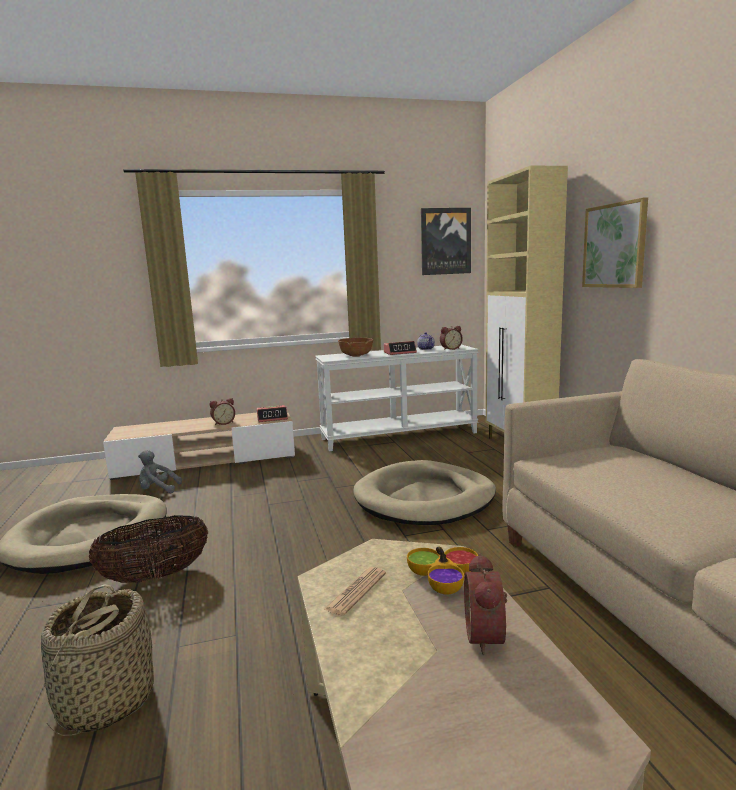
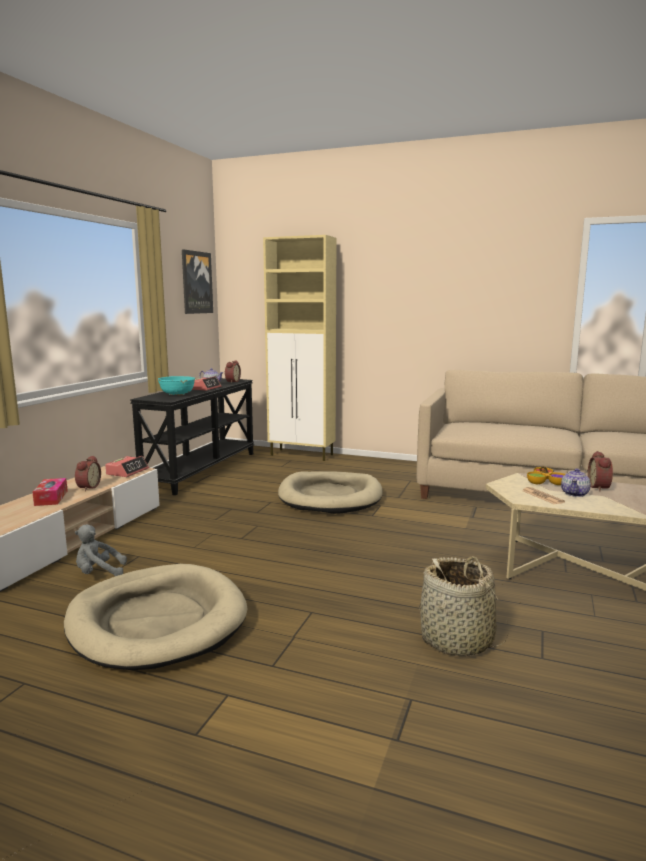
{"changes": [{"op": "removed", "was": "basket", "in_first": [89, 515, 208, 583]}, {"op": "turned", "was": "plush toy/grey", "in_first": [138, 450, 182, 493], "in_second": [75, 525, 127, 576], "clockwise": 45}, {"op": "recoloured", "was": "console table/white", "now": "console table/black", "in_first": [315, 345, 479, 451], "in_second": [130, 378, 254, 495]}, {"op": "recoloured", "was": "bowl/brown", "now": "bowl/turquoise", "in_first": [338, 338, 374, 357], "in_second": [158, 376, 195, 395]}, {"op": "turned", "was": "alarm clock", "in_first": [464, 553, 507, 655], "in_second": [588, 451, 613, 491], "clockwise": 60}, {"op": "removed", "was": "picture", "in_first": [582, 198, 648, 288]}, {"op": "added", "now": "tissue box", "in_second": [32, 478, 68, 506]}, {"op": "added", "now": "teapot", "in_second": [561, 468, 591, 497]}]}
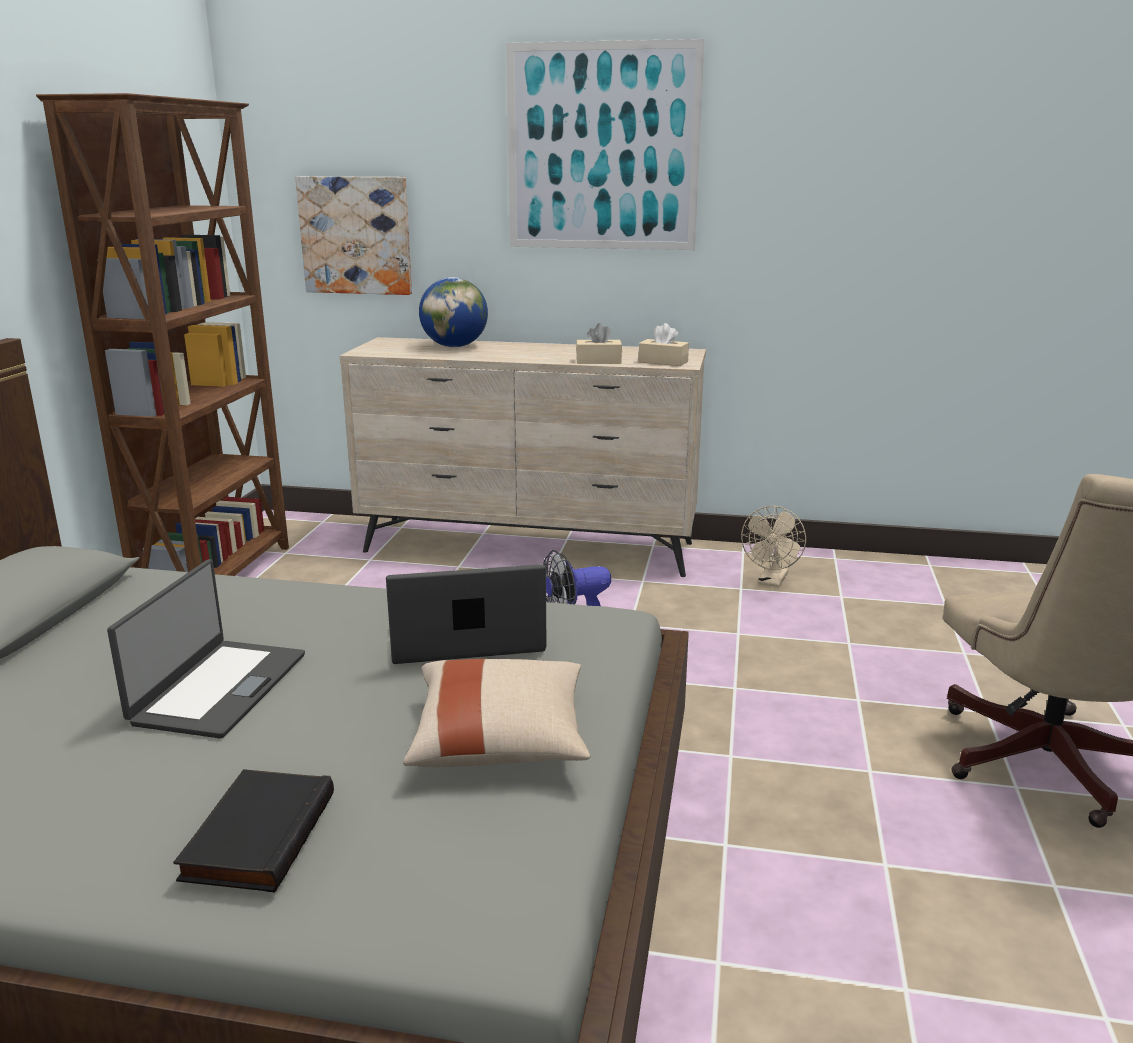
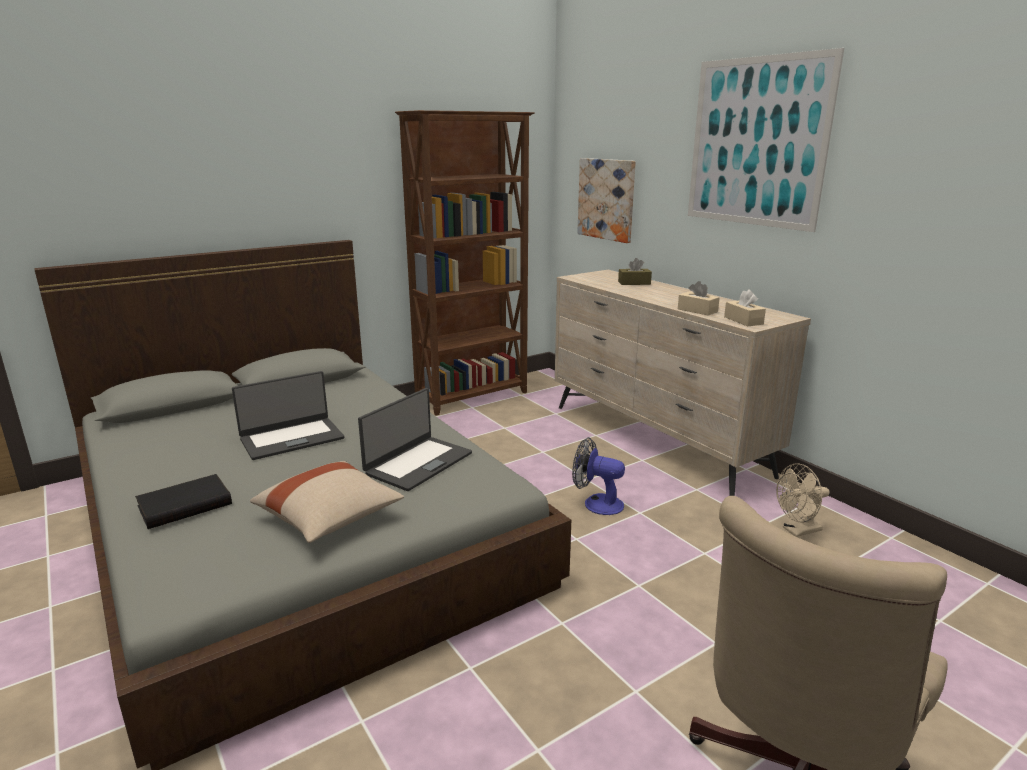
{"changes": [{"op": "turned", "was": "laptop", "in_first": [386, 564, 547, 664], "in_second": [358, 388, 472, 491], "clockwise": 90}, {"op": "replaced", "was": "globe", "now": "tissue box/brown", "in_first": [419, 277, 488, 347], "in_second": [618, 258, 652, 285]}]}
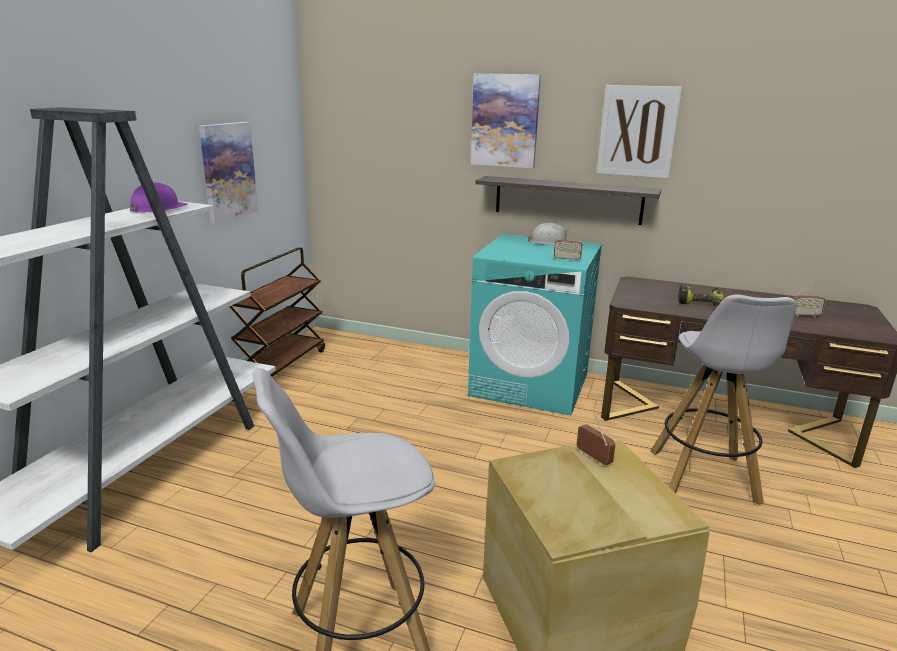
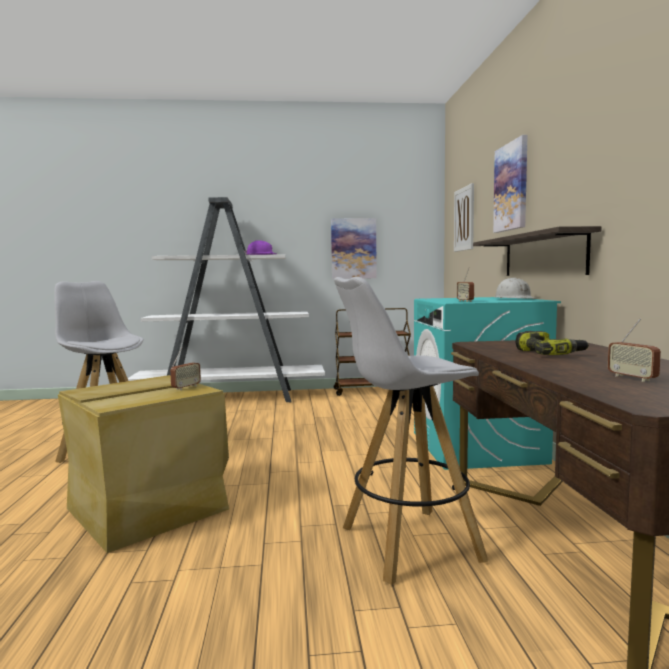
{"changes": [{"op": "moved", "was": "picture", "in_first": [597, 85, 682, 179], "in_second": [454, 183, 474, 252]}]}
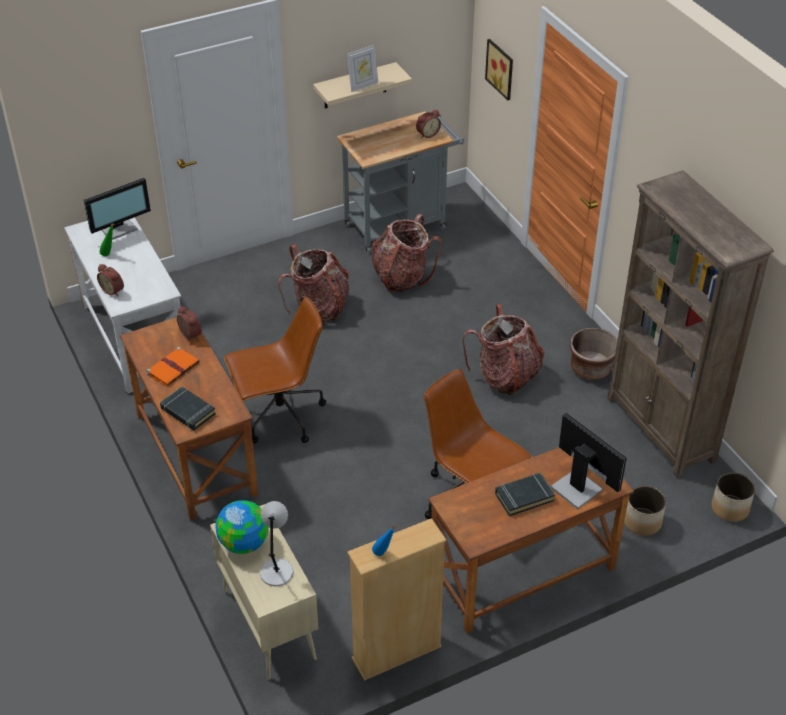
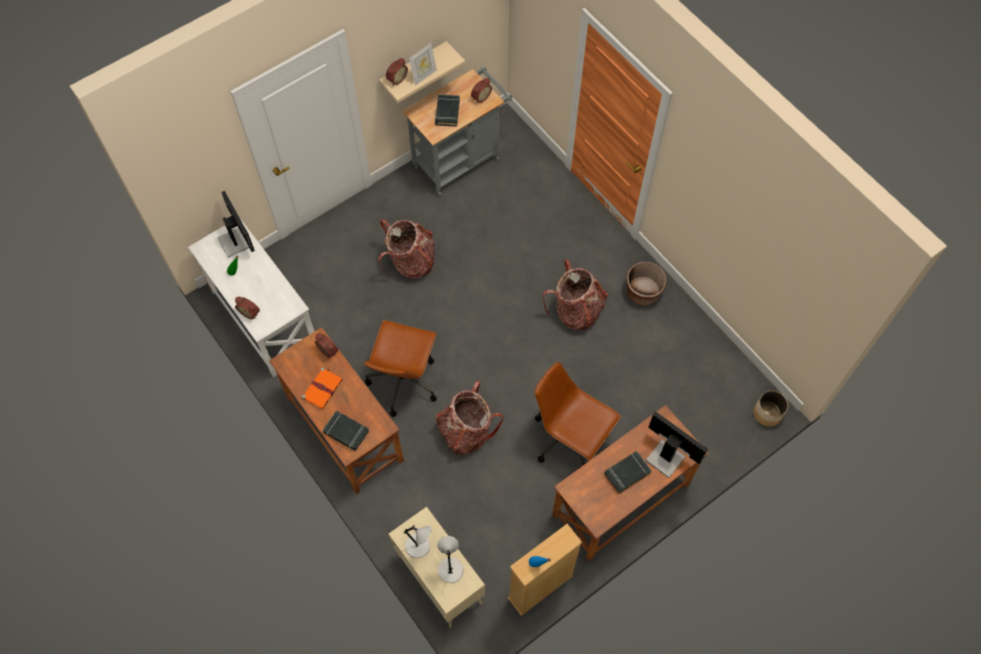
{"changes": [{"op": "turned", "was": "monitor", "in_first": [84, 177, 151, 240], "in_second": [217, 191, 255, 258], "clockwise": -75}, {"op": "replaced", "was": "globe", "now": "table lamp/grey", "in_first": [215, 500, 269, 554], "in_second": [404, 525, 431, 558]}, {"op": "turned", "was": "office chair/brown", "in_first": [224, 297, 326, 444], "in_second": [364, 320, 437, 417], "clockwise": 135}, {"op": "moved", "was": "backpack", "in_first": [372, 214, 442, 292], "in_second": [436, 380, 503, 455]}, {"op": "removed", "was": "picture", "in_first": [485, 39, 513, 100]}, {"op": "removed", "was": "bookcase/brown", "in_first": [607, 170, 774, 478]}, {"op": "removed", "was": "planter", "in_first": [624, 486, 666, 536]}, {"op": "added", "now": "alarm clock", "in_second": [386, 58, 408, 85]}, {"op": "added", "now": "book/black", "in_second": [435, 94, 460, 127]}]}
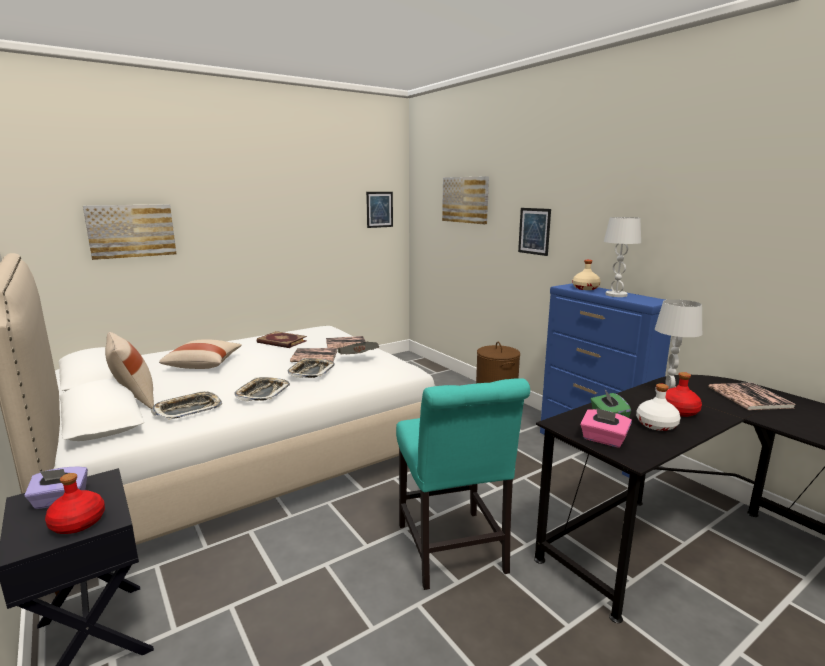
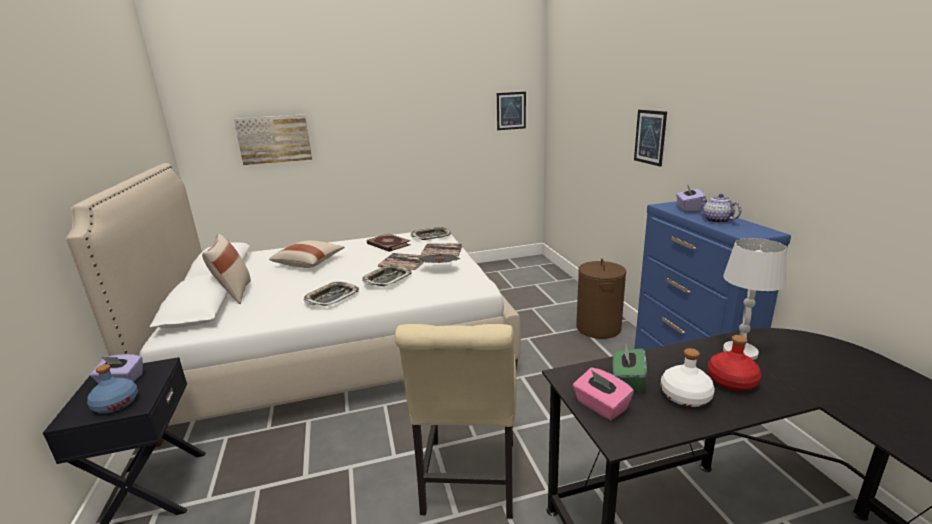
{"changes": [{"op": "recoloured", "was": "bottle/red", "now": "bottle/blue", "in_first": [45, 473, 105, 534], "in_second": [87, 364, 138, 413]}, {"op": "moved", "was": "tray", "in_first": [151, 391, 222, 420], "in_second": [410, 227, 451, 240]}, {"op": "recoloured", "was": "chair/turquoise", "now": "chair/beige", "in_first": [396, 378, 530, 590], "in_second": [395, 324, 516, 519]}, {"op": "removed", "was": "picture", "in_first": [442, 176, 489, 224]}, {"op": "replaced", "was": "bottle/beige", "now": "tissue box/purple", "in_first": [572, 260, 601, 290], "in_second": [676, 184, 705, 212]}, {"op": "replaced", "was": "table lamp/white", "now": "teapot", "in_first": [604, 217, 641, 297], "in_second": [700, 194, 742, 223]}, {"op": "removed", "was": "book", "in_first": [708, 382, 796, 410]}]}
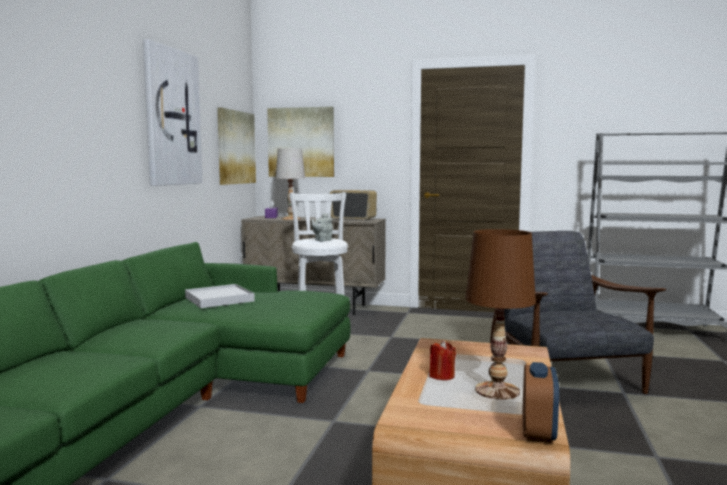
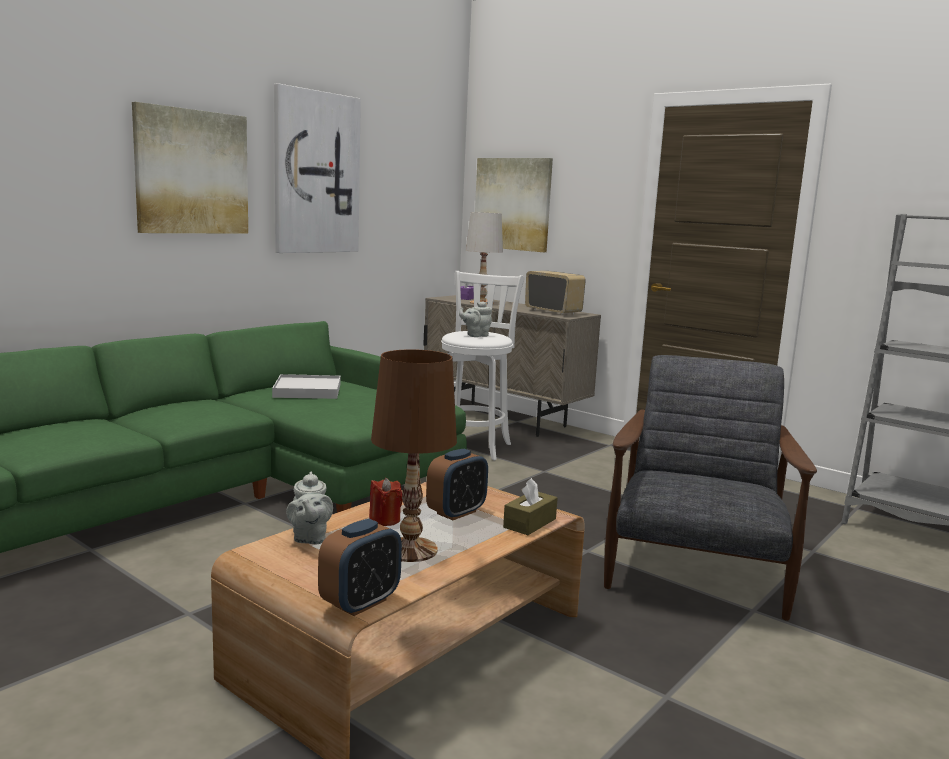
{"changes": [{"op": "moved", "was": "picture", "in_first": [217, 107, 256, 185], "in_second": [132, 102, 248, 234]}, {"op": "added", "now": "teapot/grey", "in_second": [286, 471, 333, 544]}, {"op": "added", "now": "alarm clock", "in_second": [426, 449, 488, 520]}, {"op": "added", "now": "tissue box/brown", "in_second": [503, 478, 558, 535]}]}
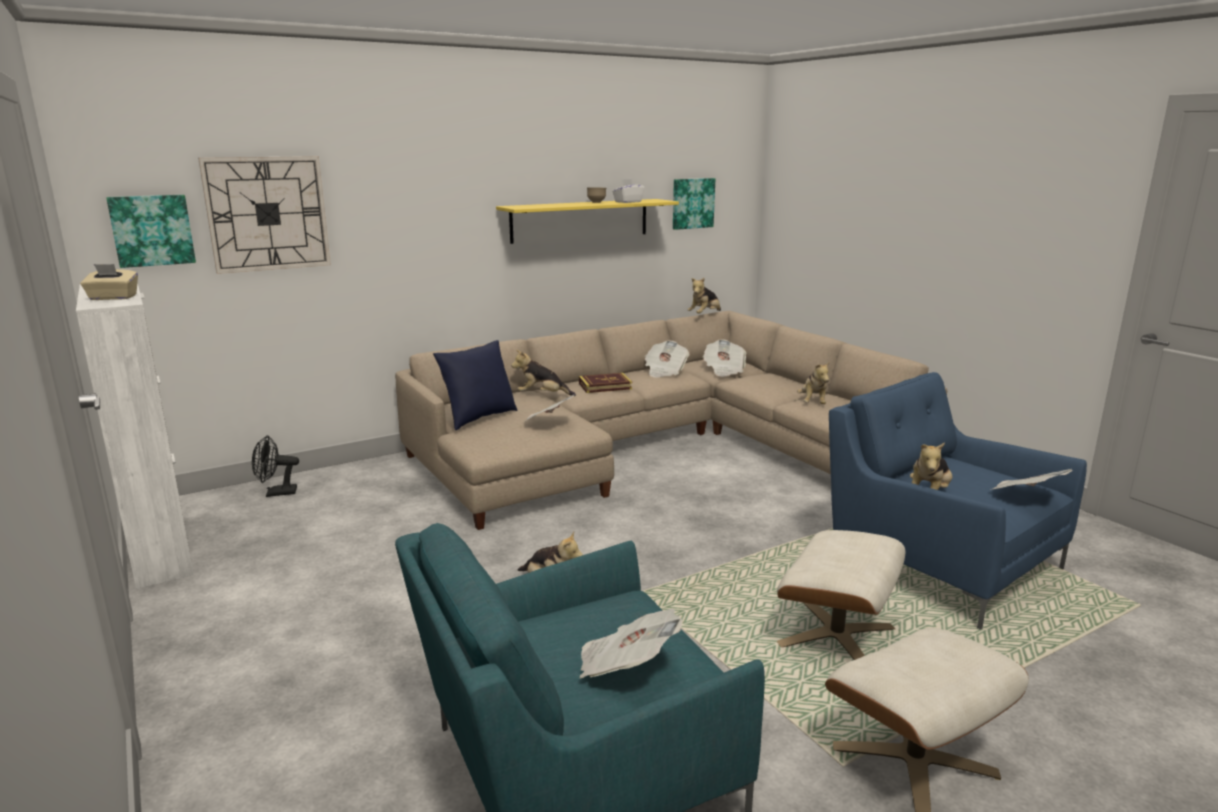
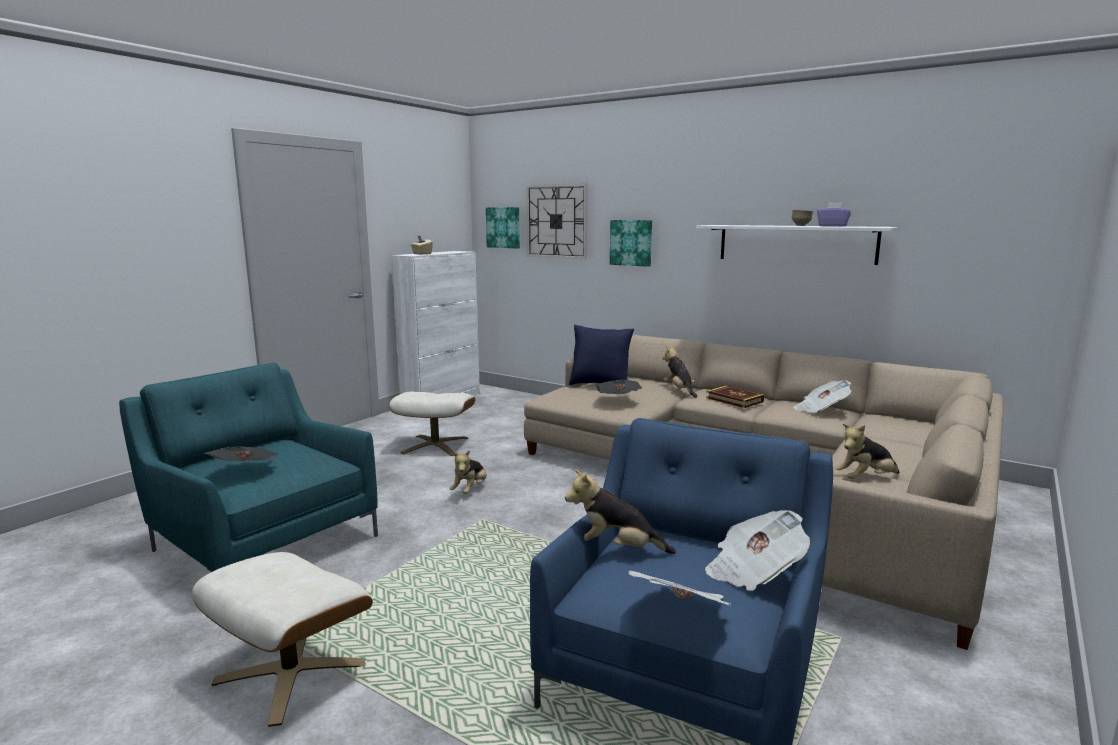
{"changes": [{"op": "removed", "was": "fan/black", "in_first": [252, 435, 299, 497]}, {"op": "recoloured", "was": "shelf/yellow", "now": "shelf/white", "in_first": [496, 199, 679, 244], "in_second": [696, 225, 898, 265]}, {"op": "recoloured", "was": "tissue box/white", "now": "tissue box/purple", "in_first": [612, 179, 644, 203], "in_second": [817, 202, 851, 227]}, {"op": "moved", "was": "picture", "in_first": [673, 178, 715, 230], "in_second": [610, 220, 652, 267]}, {"op": "removed", "was": "plush toy", "in_first": [687, 277, 721, 314]}, {"op": "moved", "was": "newspaper", "in_first": [703, 339, 747, 377], "in_second": [705, 510, 810, 591]}, {"op": "moved", "was": "ottoman/beige", "in_first": [777, 530, 905, 660], "in_second": [389, 391, 475, 456]}]}
